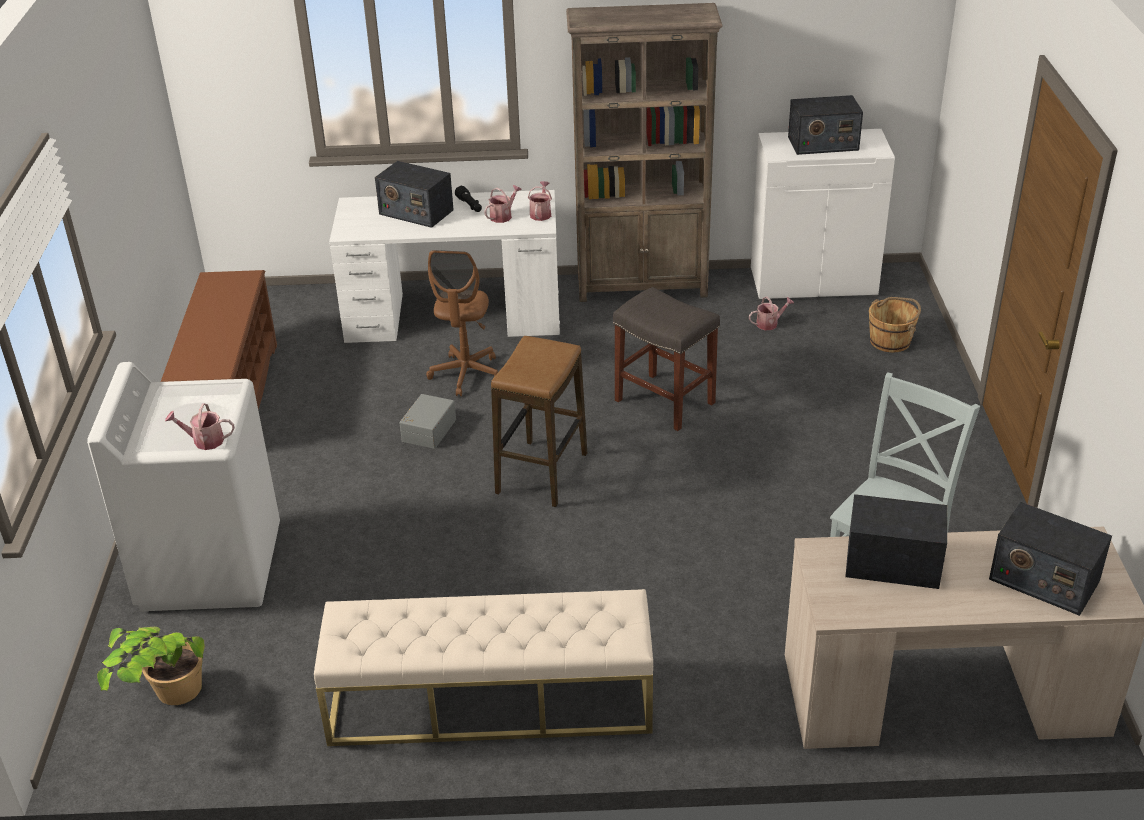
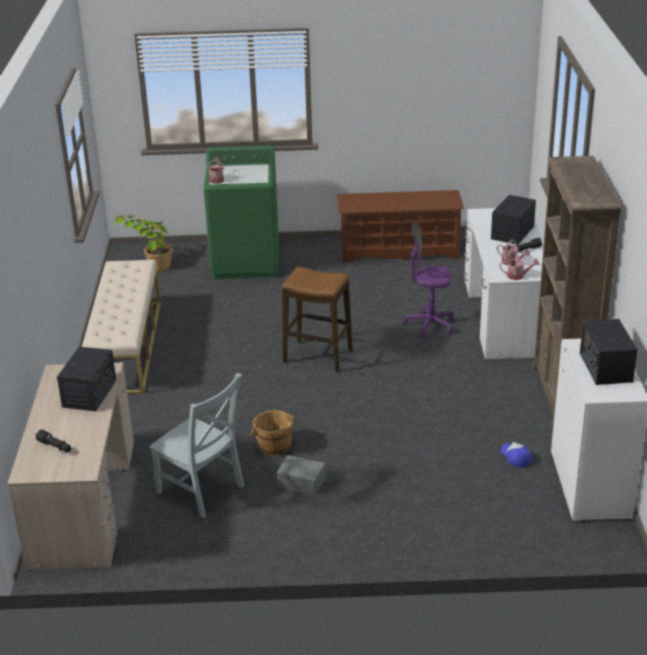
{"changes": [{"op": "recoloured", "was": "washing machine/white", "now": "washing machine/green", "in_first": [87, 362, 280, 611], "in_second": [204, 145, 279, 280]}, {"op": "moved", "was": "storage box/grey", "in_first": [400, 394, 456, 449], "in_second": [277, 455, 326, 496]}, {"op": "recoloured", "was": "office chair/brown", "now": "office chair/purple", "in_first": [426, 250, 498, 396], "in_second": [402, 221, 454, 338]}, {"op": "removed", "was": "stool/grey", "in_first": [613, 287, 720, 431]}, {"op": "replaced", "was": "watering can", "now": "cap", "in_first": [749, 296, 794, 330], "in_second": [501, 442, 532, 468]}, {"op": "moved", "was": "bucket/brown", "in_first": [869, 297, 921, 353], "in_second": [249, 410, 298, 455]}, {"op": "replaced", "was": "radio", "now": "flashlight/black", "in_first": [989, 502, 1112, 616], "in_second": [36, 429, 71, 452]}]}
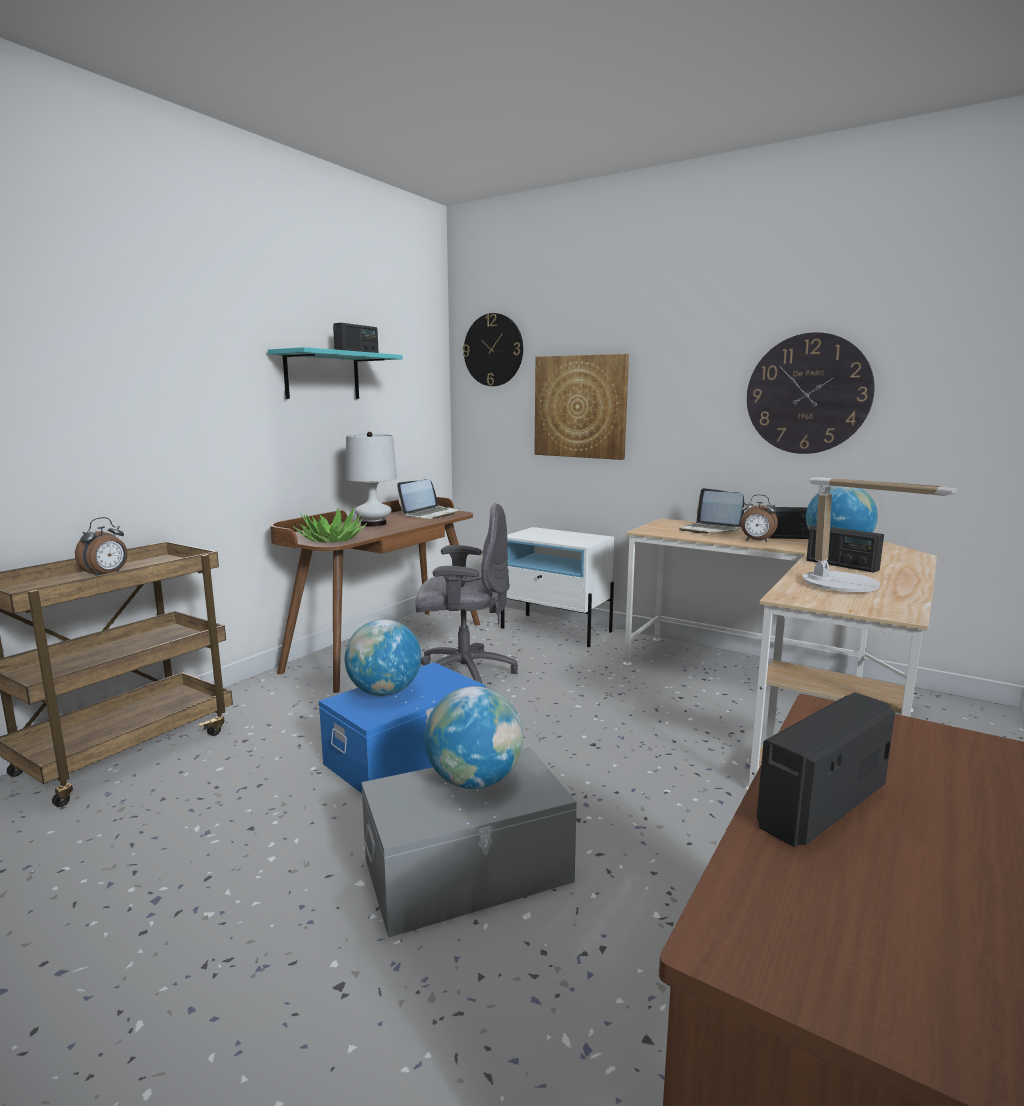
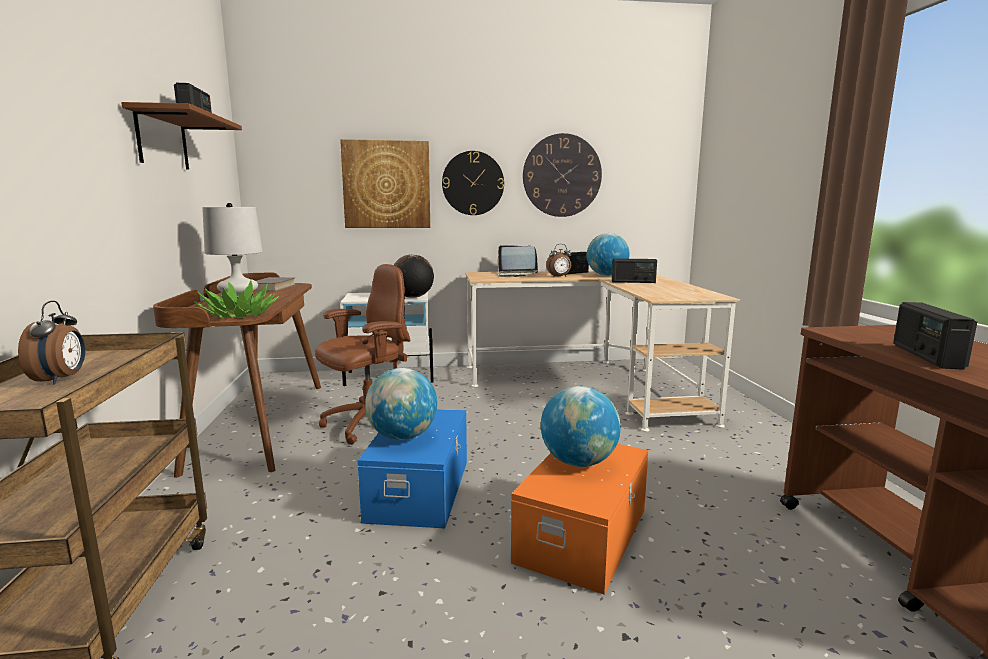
{"changes": [{"op": "recoloured", "was": "shelf/turquoise", "now": "shelf/brown", "in_first": [268, 347, 403, 399], "in_second": [121, 102, 242, 170]}, {"op": "recoloured", "was": "storage box/grey", "now": "storage box/orange", "in_first": [361, 747, 577, 938], "in_second": [511, 444, 648, 594]}, {"op": "replaced", "was": "laptop", "now": "book/grey", "in_first": [397, 479, 460, 519], "in_second": [253, 277, 295, 292]}, {"op": "recoloured", "was": "office chair/grey", "now": "office chair/brown", "in_first": [415, 503, 518, 688], "in_second": [315, 264, 410, 445]}, {"op": "moved", "was": "wall clock", "in_first": [463, 313, 523, 386], "in_second": [442, 151, 504, 215]}, {"op": "removed", "was": "table lamp", "in_first": [803, 478, 958, 592]}, {"op": "added", "now": "globe", "in_second": [394, 254, 434, 298]}]}
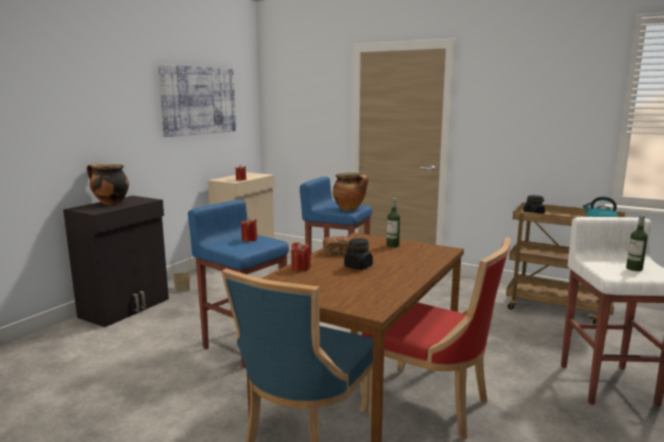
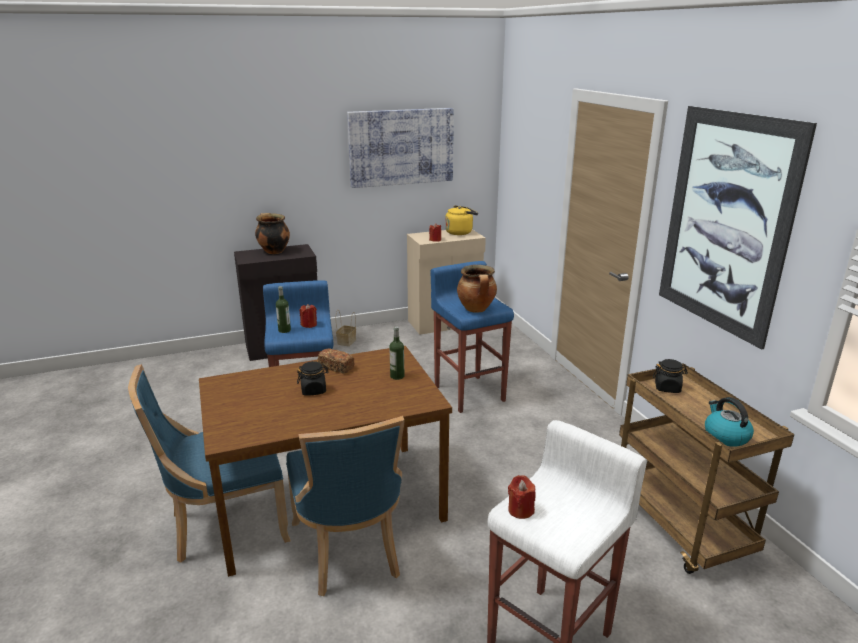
{"changes": [{"op": "moved", "was": "candle/red", "in_first": [291, 242, 311, 271], "in_second": [508, 475, 535, 519]}, {"op": "recoloured", "was": "chair/red", "now": "chair/blue", "in_first": [359, 237, 511, 440], "in_second": [286, 416, 405, 596]}, {"op": "moved", "was": "bottle", "in_first": [626, 215, 648, 271], "in_second": [276, 286, 291, 333]}, {"op": "added", "now": "kettle/yellow", "in_second": [445, 205, 478, 235]}, {"op": "added", "now": "picture", "in_second": [659, 106, 817, 350]}]}
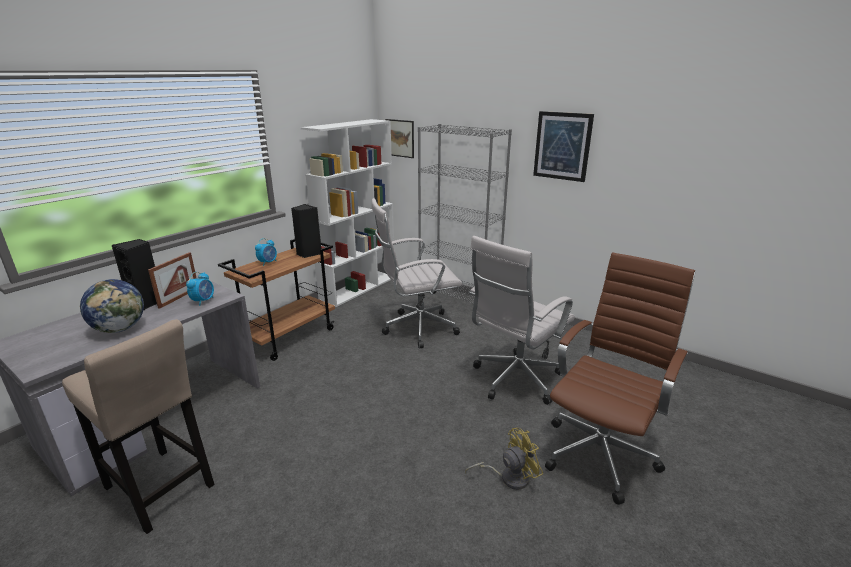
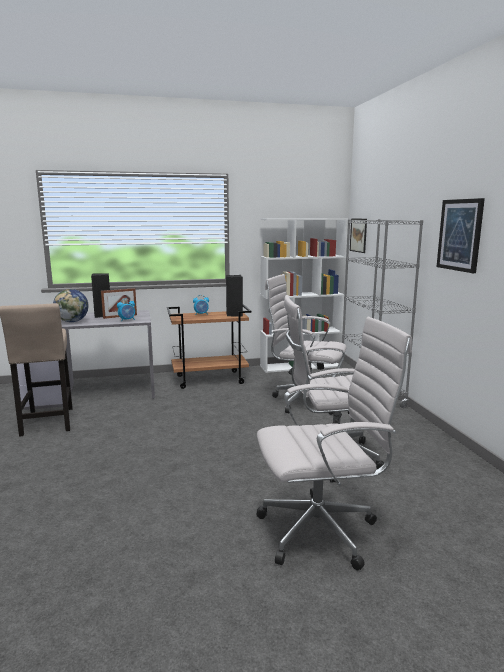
{"changes": [{"op": "removed", "was": "fan/yellow", "in_first": [465, 428, 543, 490]}, {"op": "recoloured", "was": "office chair/brown", "now": "office chair/white", "in_first": [545, 252, 695, 505], "in_second": [256, 317, 412, 570]}]}
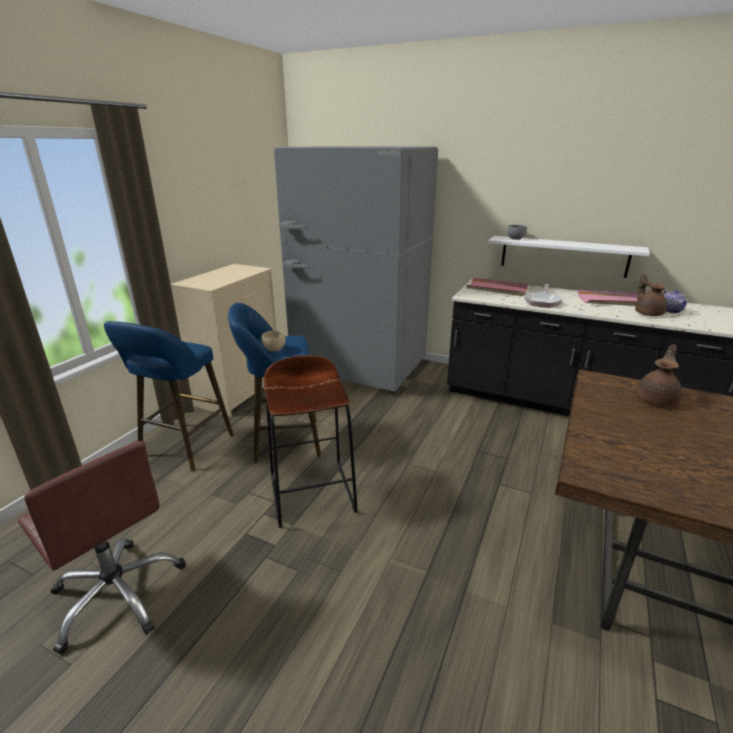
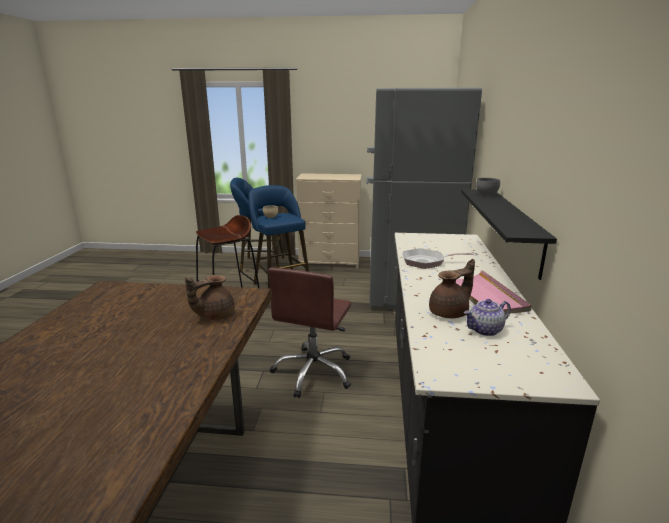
{"changes": [{"op": "moved", "was": "office chair/brown", "in_first": [18, 441, 186, 655], "in_second": [269, 268, 351, 398]}, {"op": "removed", "was": "tray/pink", "in_first": [466, 277, 528, 296]}, {"op": "recoloured", "was": "shelf/white", "now": "shelf/black", "in_first": [488, 236, 650, 278], "in_second": [461, 189, 557, 280]}, {"op": "turned", "was": "teapot/brown", "in_first": [637, 344, 682, 405], "in_second": [185, 275, 235, 321], "clockwise": 120}]}
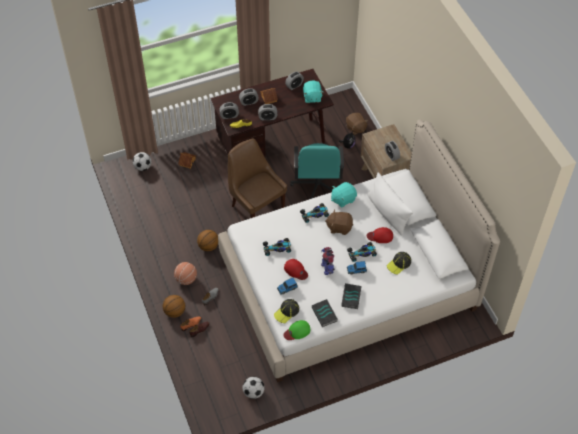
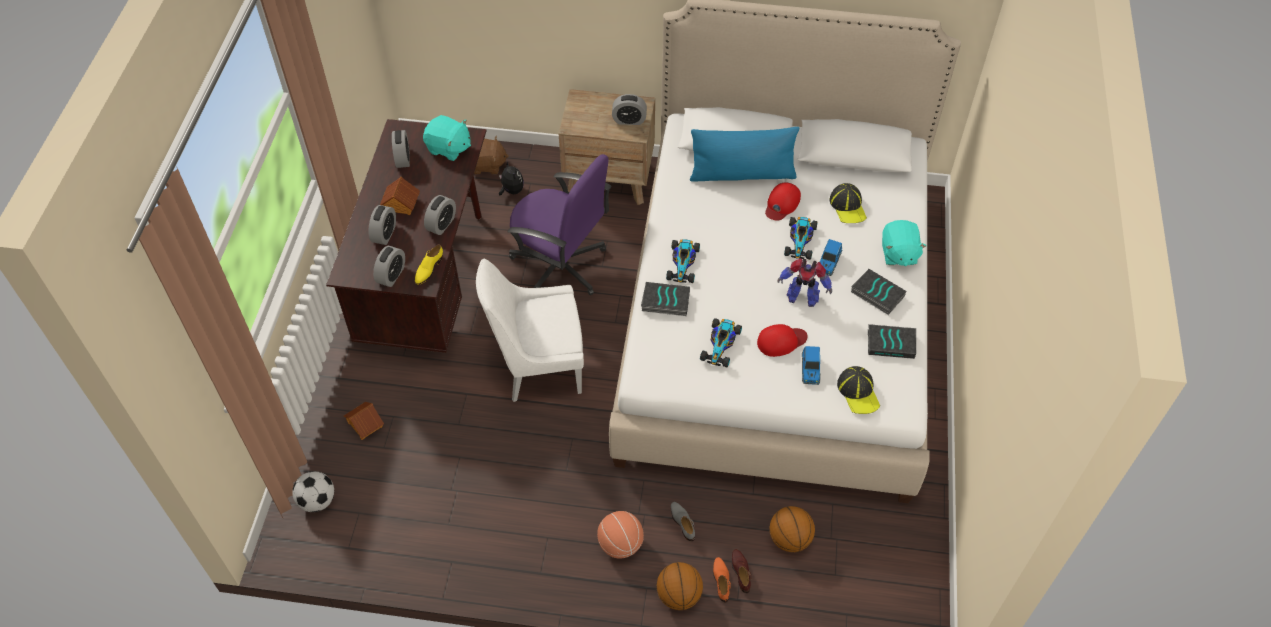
{"changes": [{"op": "moved", "was": "basketball", "in_first": [197, 230, 218, 251], "in_second": [770, 506, 815, 552]}, {"op": "recoloured", "was": "chair/brown", "now": "chair/white", "in_first": [228, 138, 287, 218], "in_second": [476, 259, 584, 402]}, {"op": "removed", "was": "football", "in_first": [243, 377, 264, 399]}, {"op": "removed", "was": "cap/green", "in_first": [283, 320, 310, 340]}, {"op": "recoloured", "was": "office chair/turquoise", "now": "office chair/purple", "in_first": [290, 143, 344, 199], "in_second": [508, 154, 611, 295]}, {"op": "removed", "was": "plush toy/brown", "in_first": [325, 210, 353, 235]}, {"op": "moved", "was": "plush toy/turquoise", "in_first": [331, 182, 357, 208], "in_second": [882, 220, 926, 266]}, {"op": "recoloured", "was": "pillow/white", "now": "pillow/blue", "in_first": [367, 173, 413, 235], "in_second": [690, 127, 800, 182]}, {"op": "added", "now": "book", "in_second": [641, 282, 690, 316]}]}
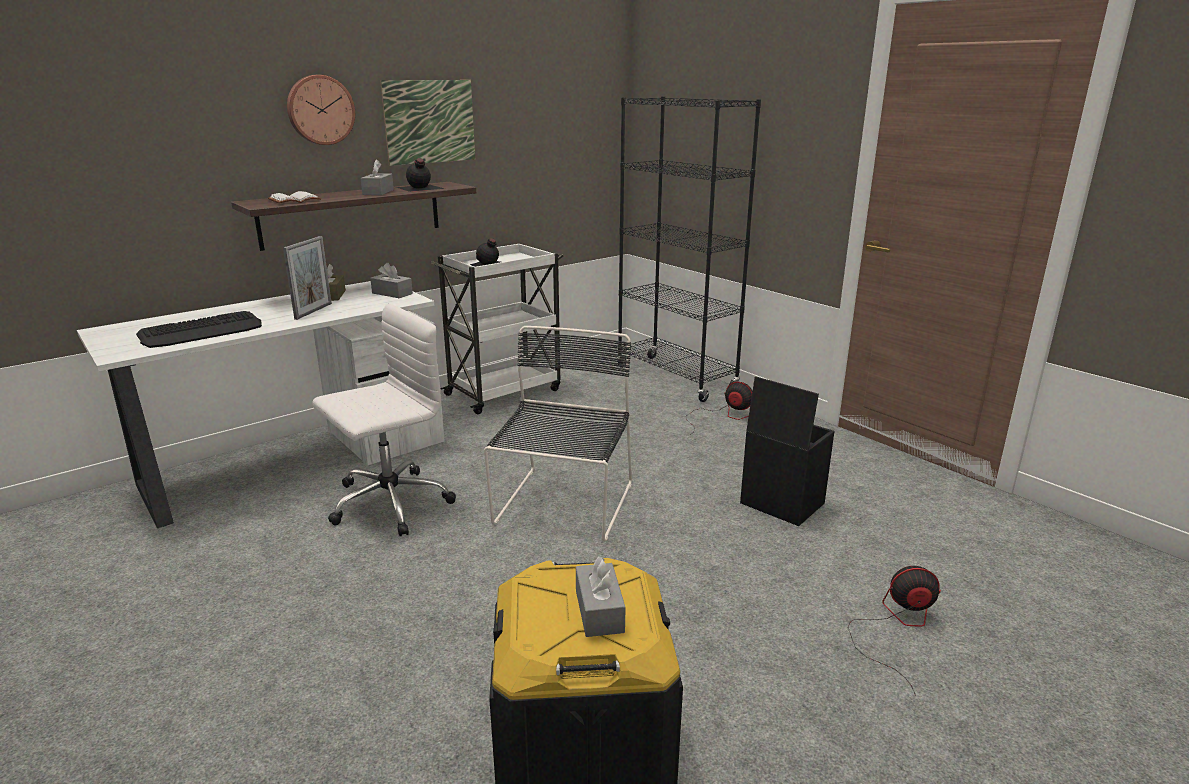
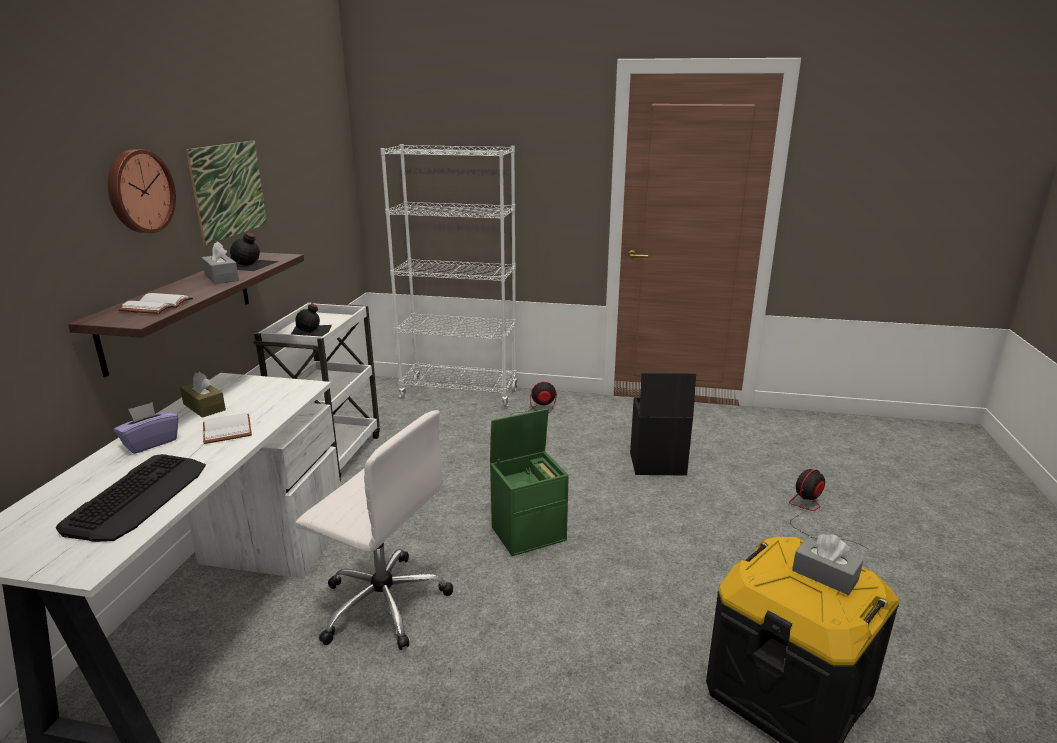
{"changes": [{"op": "replaced", "was": "picture frame", "now": "book/white", "in_first": [283, 236, 332, 320], "in_second": [203, 413, 252, 444]}, {"op": "turned", "was": "office chair/white", "in_first": [313, 304, 456, 536], "in_second": [296, 410, 453, 650], "clockwise": 105}, {"op": "removed", "was": "tissue box/grey", "in_first": [370, 263, 413, 298]}, {"op": "replaced", "was": "chair/black", "now": "storage box/green", "in_first": [484, 326, 632, 542], "in_second": [490, 408, 569, 556]}, {"op": "recoloured", "was": "bookcase/black", "now": "bookcase/white", "in_first": [617, 96, 761, 402], "in_second": [380, 144, 517, 408]}, {"op": "added", "now": "tissue box/purple", "in_second": [114, 402, 178, 454]}]}
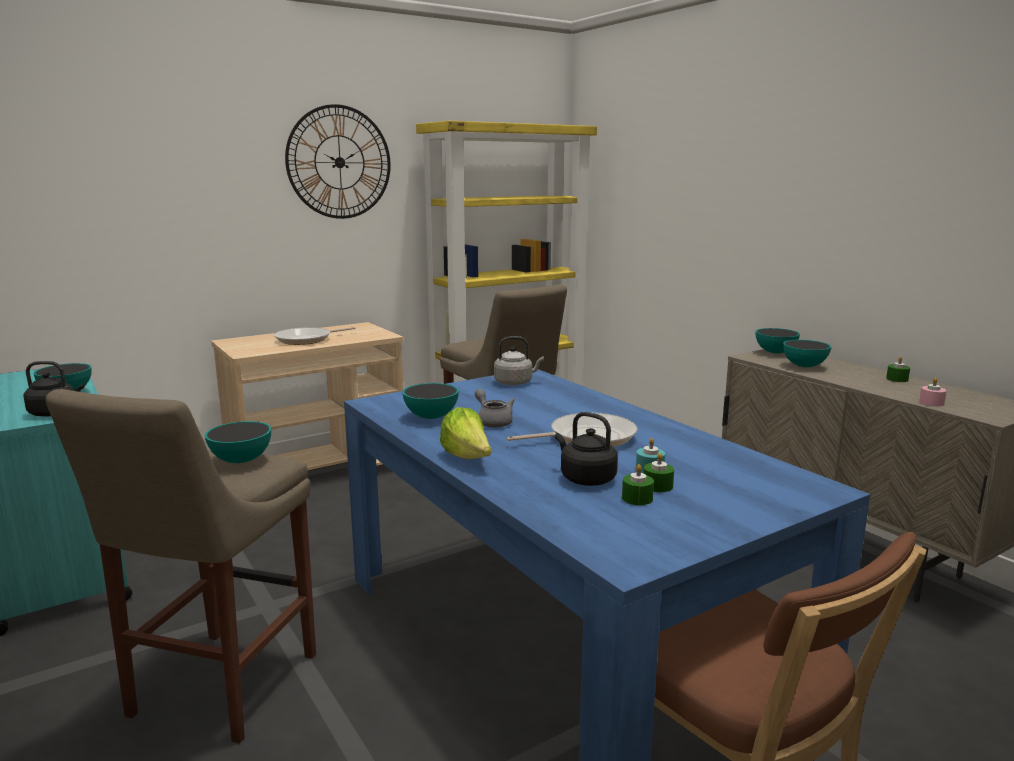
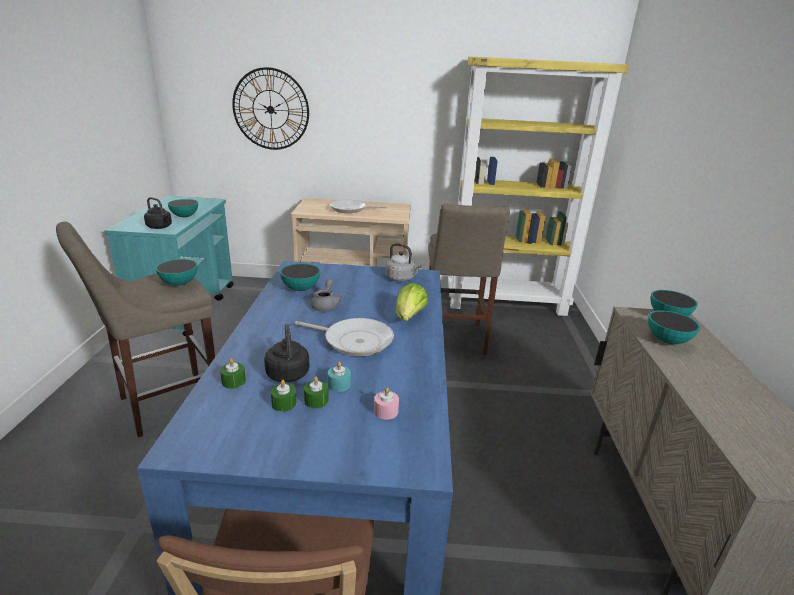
{"changes": [{"op": "moved", "was": "wall clock", "in_first": [285, 104, 391, 219], "in_second": [232, 67, 309, 150]}, {"op": "moved", "was": "lettuce", "in_first": [440, 407, 492, 459], "in_second": [396, 283, 428, 321]}, {"op": "moved", "was": "candle/green", "in_first": [886, 356, 910, 382], "in_second": [220, 358, 246, 388]}, {"op": "moved", "was": "candle/pink", "in_first": [919, 377, 947, 406], "in_second": [374, 387, 399, 420]}]}
